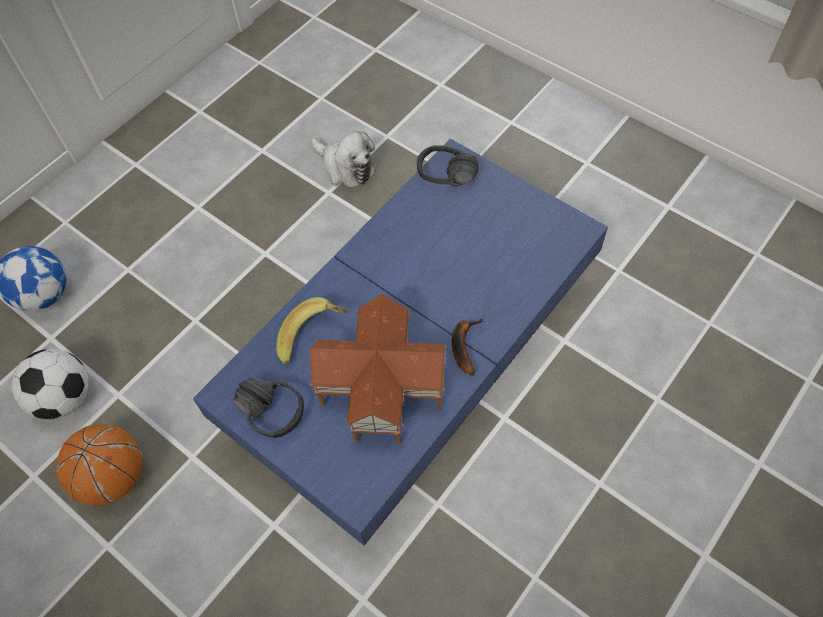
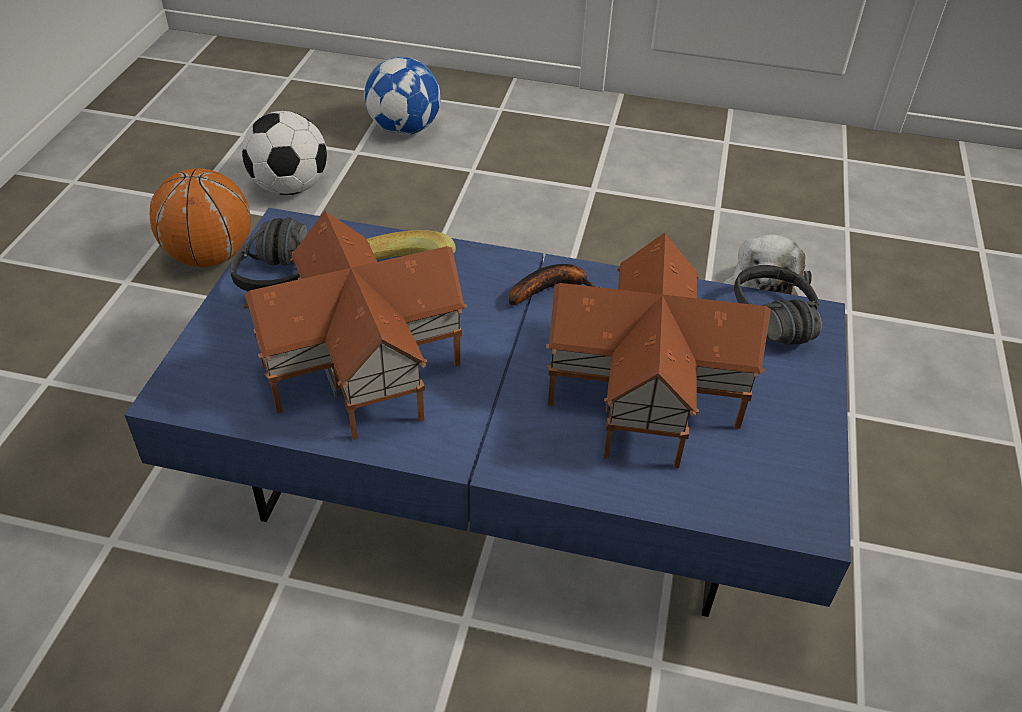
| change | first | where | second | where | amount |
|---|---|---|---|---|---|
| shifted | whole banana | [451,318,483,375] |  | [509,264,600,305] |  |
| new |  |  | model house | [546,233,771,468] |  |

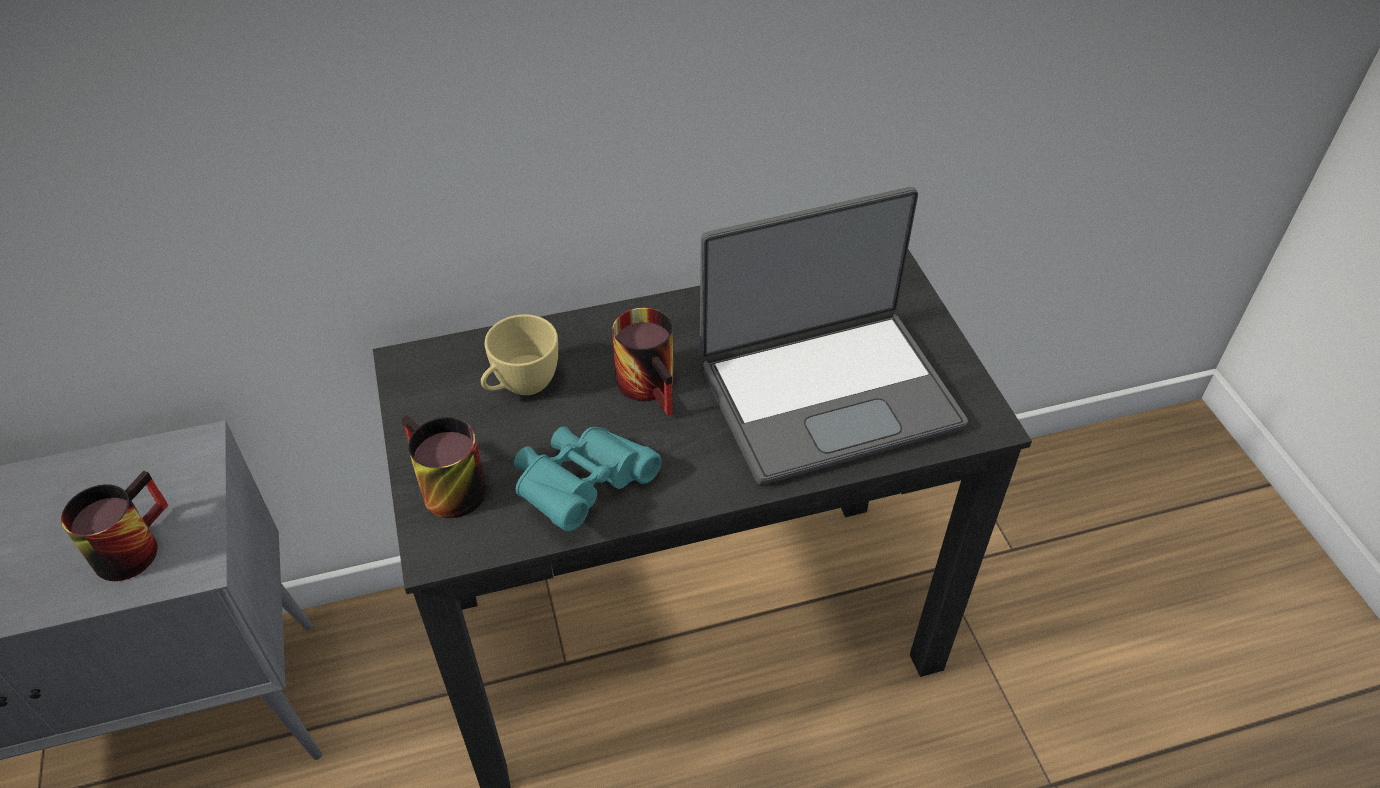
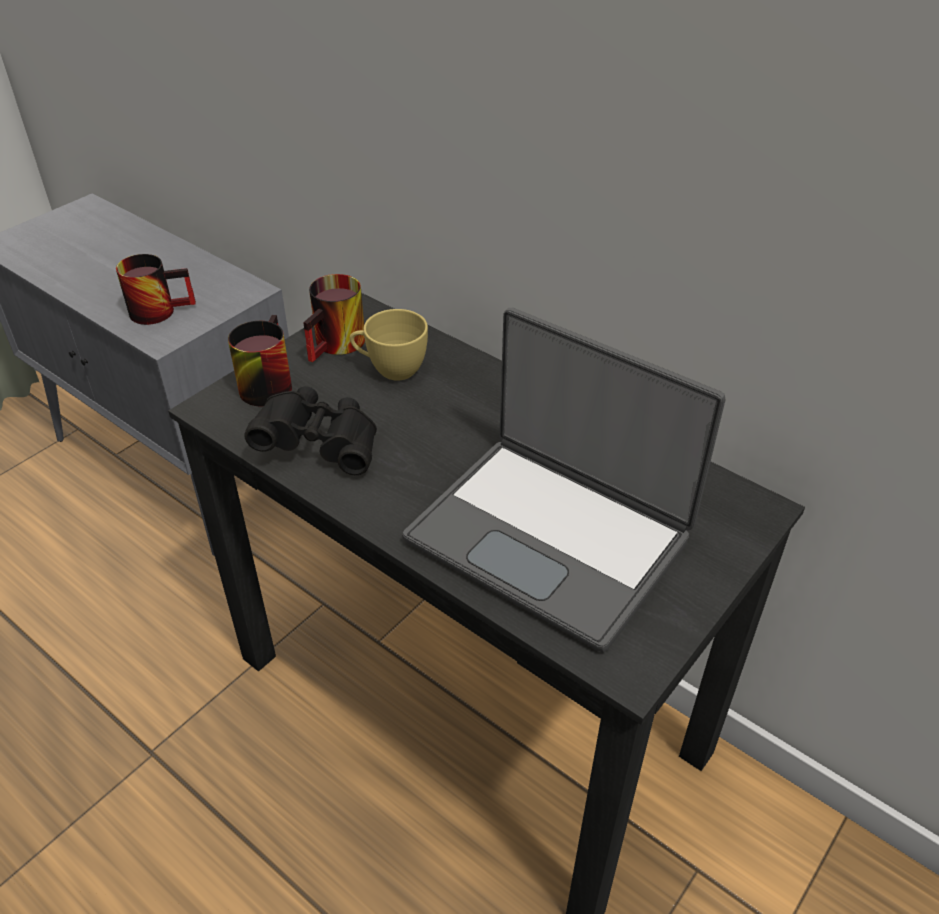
| change | first | where | second | where | amount |
|---|---|---|---|---|---|
| repainted | turquoise pair of binoculars | [514,426,661,531] | blackish pair of binoculars | [244,386,377,475] |  |
| shifted | coffee mug | [612,308,673,416] |  | [303,274,365,362] |  |

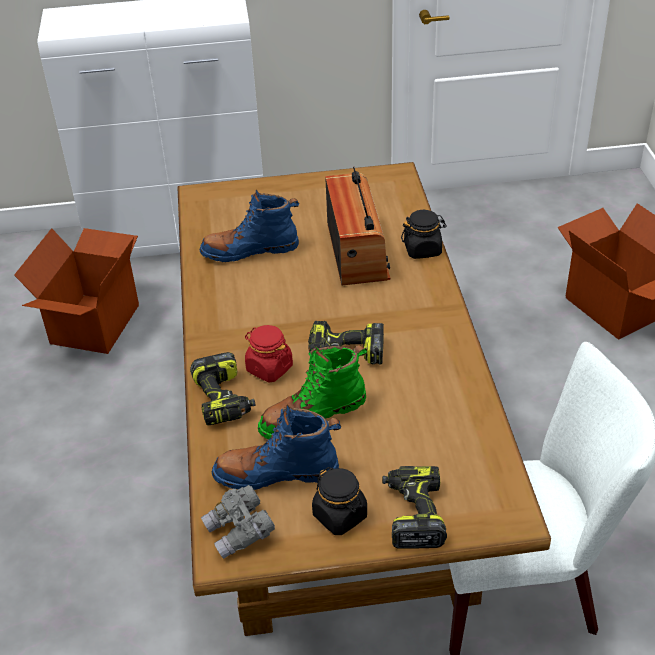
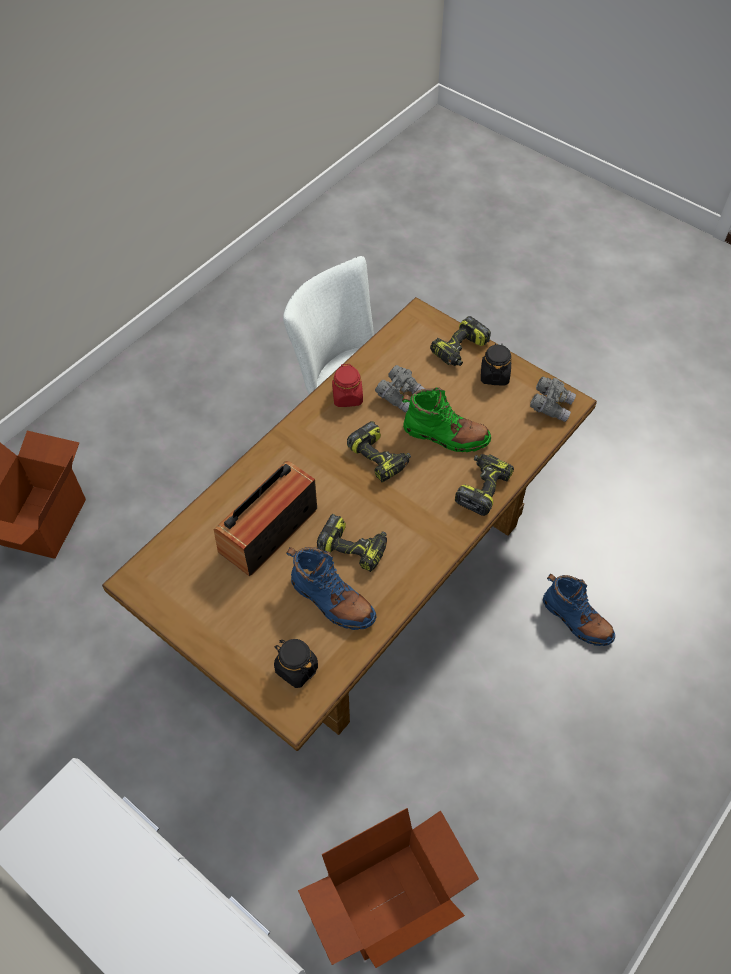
| change | first | where | second | where | amount |
|---|---|---|---|---|---|
| shifted | blue boot | [212,405,341,490] |  | [543,574,615,646] |  |
| shifted | red-coloured storage jar | [245,325,293,382] |  | [332,364,363,407] |  |
| shifted | blackish storage jar | [401,210,447,259] |  | [274,639,318,688] |  |
| new |  |  | power drill | [317,514,387,572] |  |
| new |  |  | gray pair of binoculars | [375,365,425,413] |  |

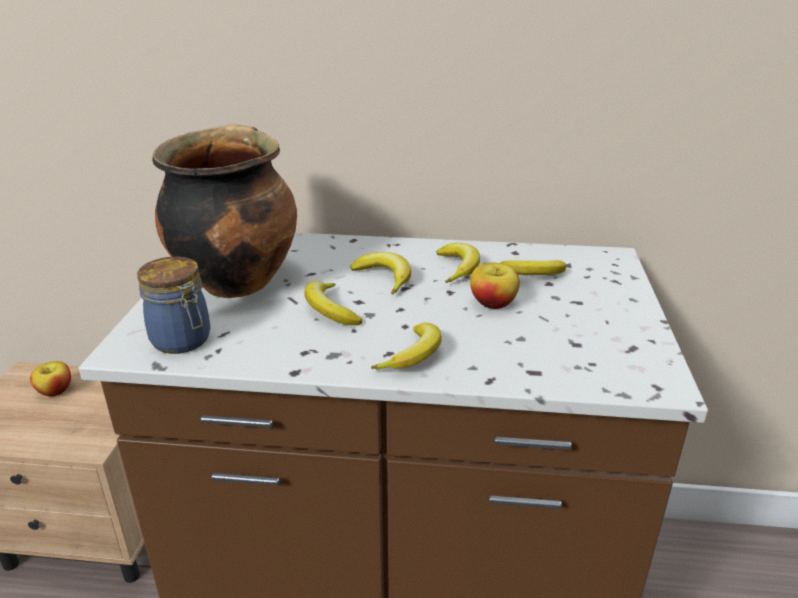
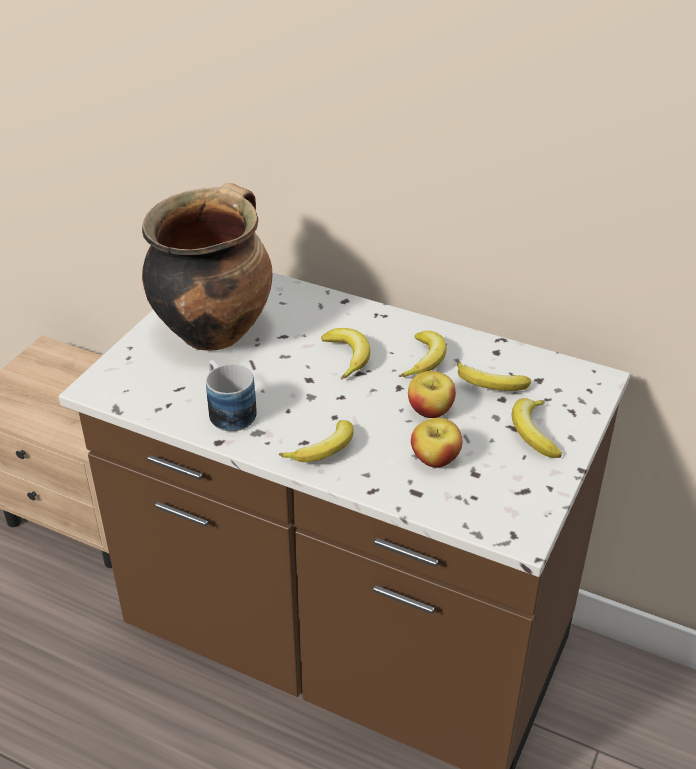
| change | first | where | second | where | amount |
|---|---|---|---|---|---|
| shifted | apple fruit | [30,361,71,397] |  | [411,418,462,468] |  |
| gone | storage jar | [137,257,210,354] |  |  |  |
| shifted | whole banana | [304,281,362,325] |  | [512,398,562,458] |  |
| new |  |  | coffee mug | [206,360,257,431] |  |

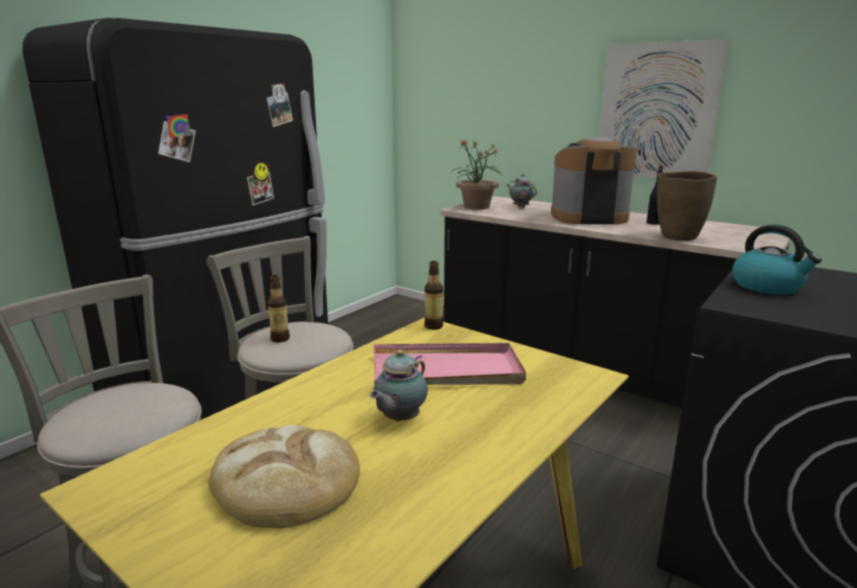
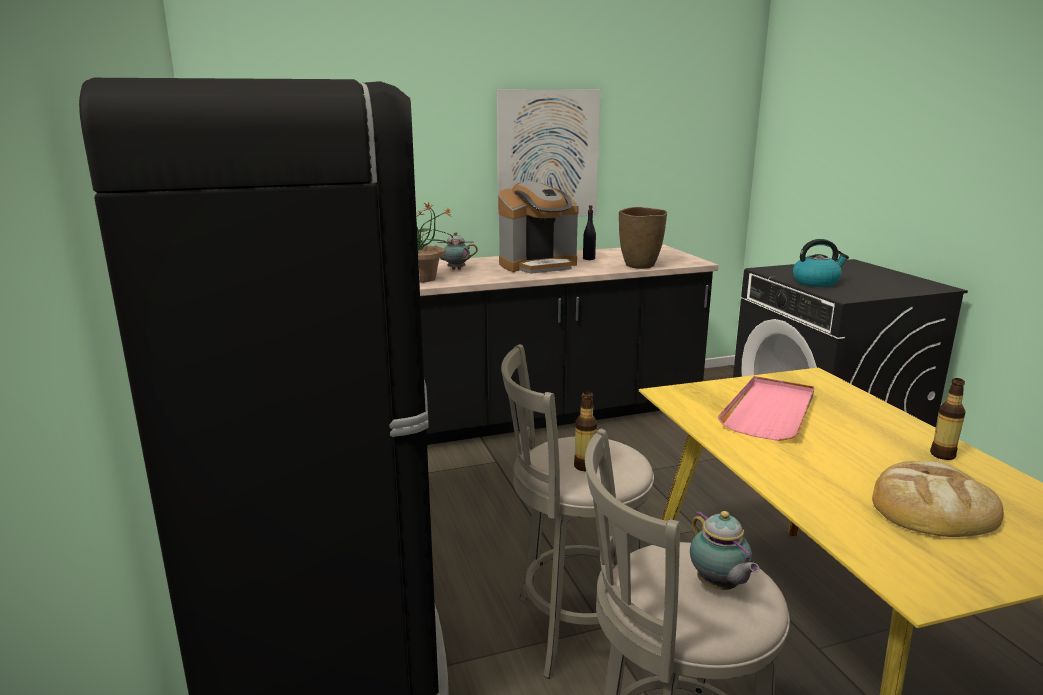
| change | first | where | second | where | amount |
|---|---|---|---|---|---|
| shifted | teapot | [370,350,428,422] |  | [690,511,760,590] |  |
| shifted | drink bottle | [424,261,443,330] |  | [930,378,965,460] |  |
| rotated | coffee machine | [551,137,637,224] |  | [498,181,579,274] | 150 degrees counterclockwise |

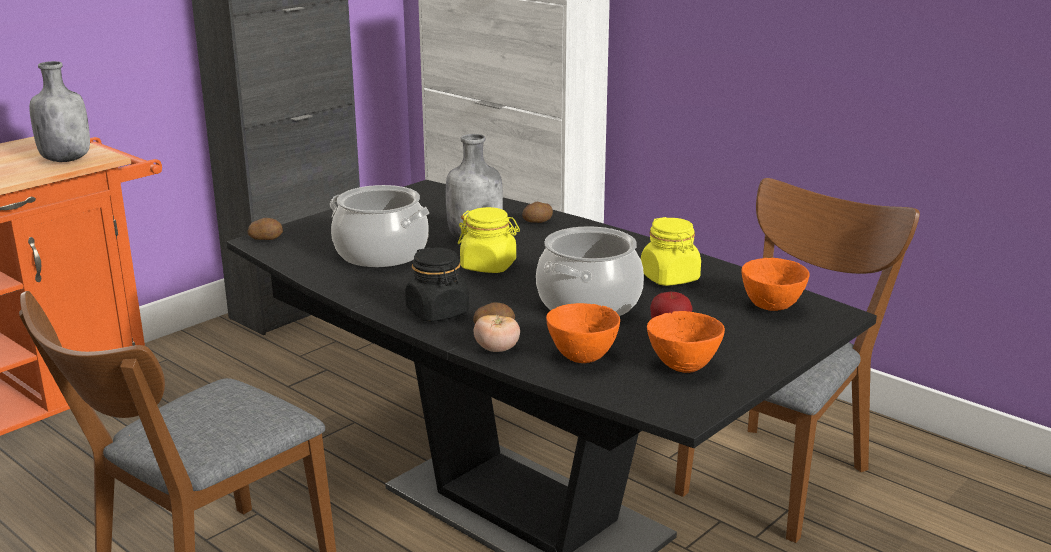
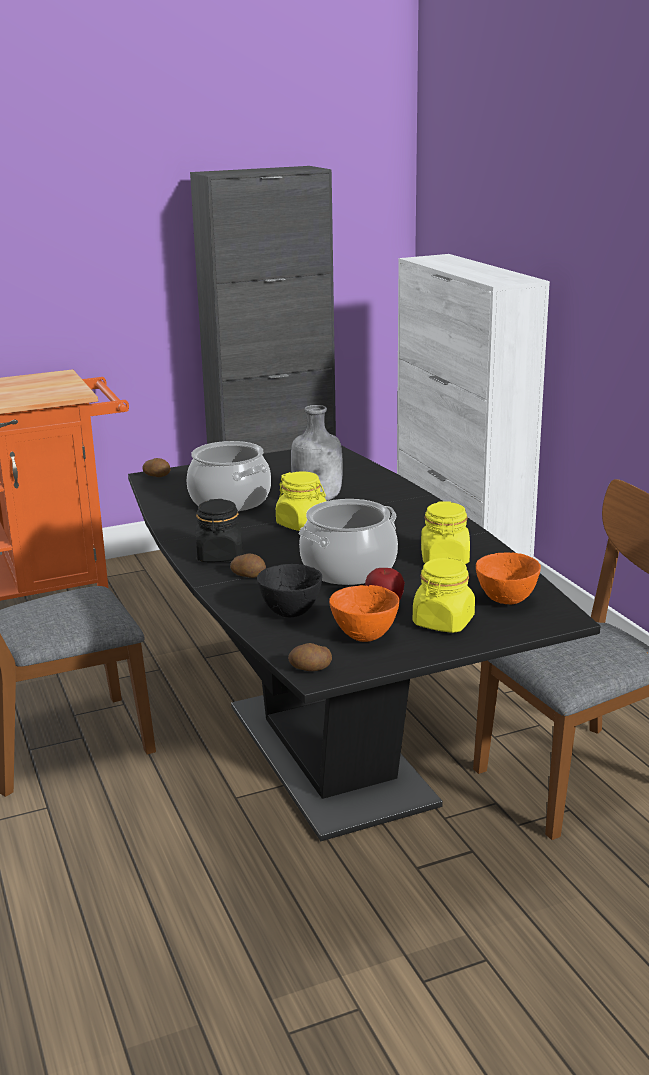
| change | first | where | second | where | amount |
|---|---|---|---|---|---|
| gone | gray drink bottle | [29,61,90,162] |  |  |  |
| gone | tomato | [474,315,520,352] |  |  |  |
| shifted | spud | [522,202,553,223] |  | [288,643,332,671] |  |
| repainted | orange bowl | [546,303,620,363] | blackish bowl | [257,564,322,617] |  |
| new |  |  | yellow-coloured storage jar | [413,557,475,633] |  |

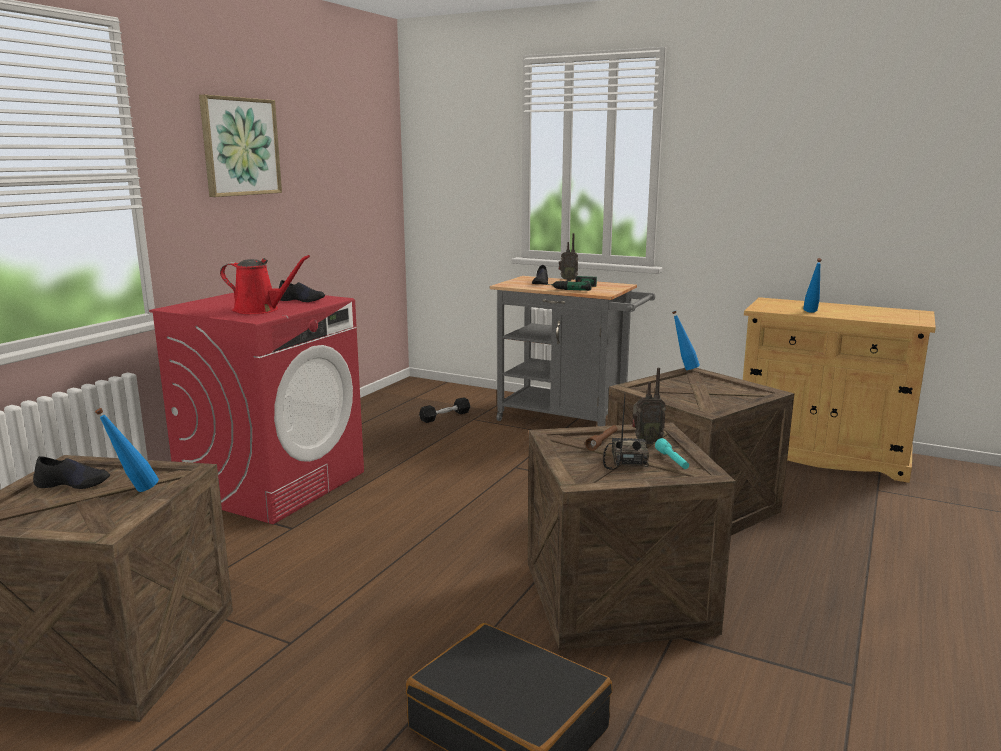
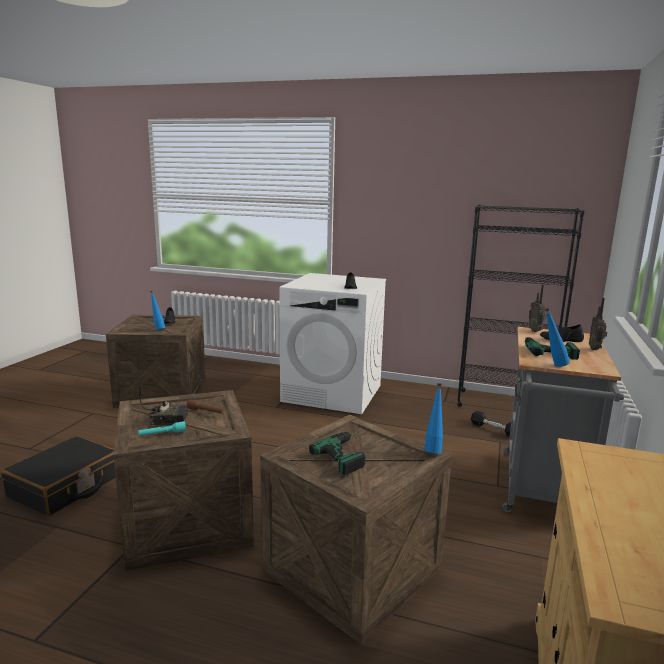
| change | first | where | second | where | amount |
|---|---|---|---|---|---|
| repainted | red-coloured laundry appliance | [149,293,364,524] | white laundry appliance | [279,273,386,414] |  |
| gone | wall art | [199,95,282,197] |  |  |  |
| gone | red-coloured watering can | [220,255,310,314] |  |  |  |
| shifted | radio set | [632,368,666,444] |  | [528,284,546,332] |  |
| shifted | blue drink bottle | [803,258,822,313] |  | [545,308,570,367] |  |
| new |  |  | power drill | [309,432,366,475] |  |
| new |  |  | blackish shelving unit | [457,205,585,407] |  |

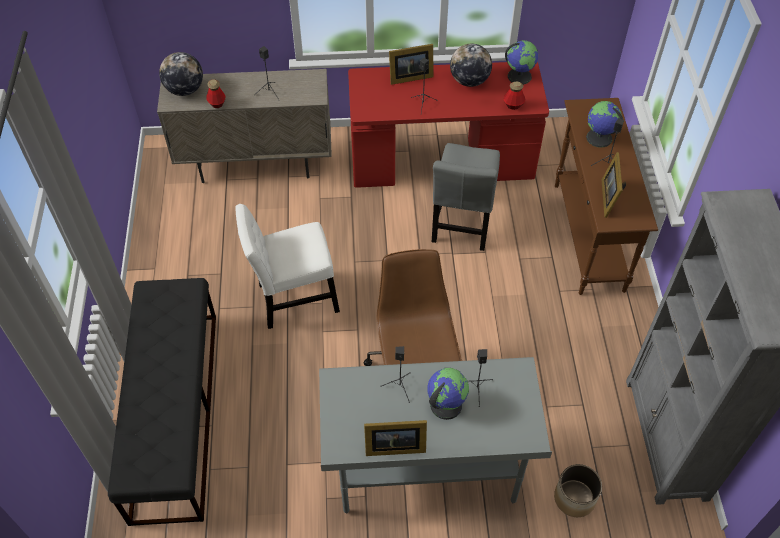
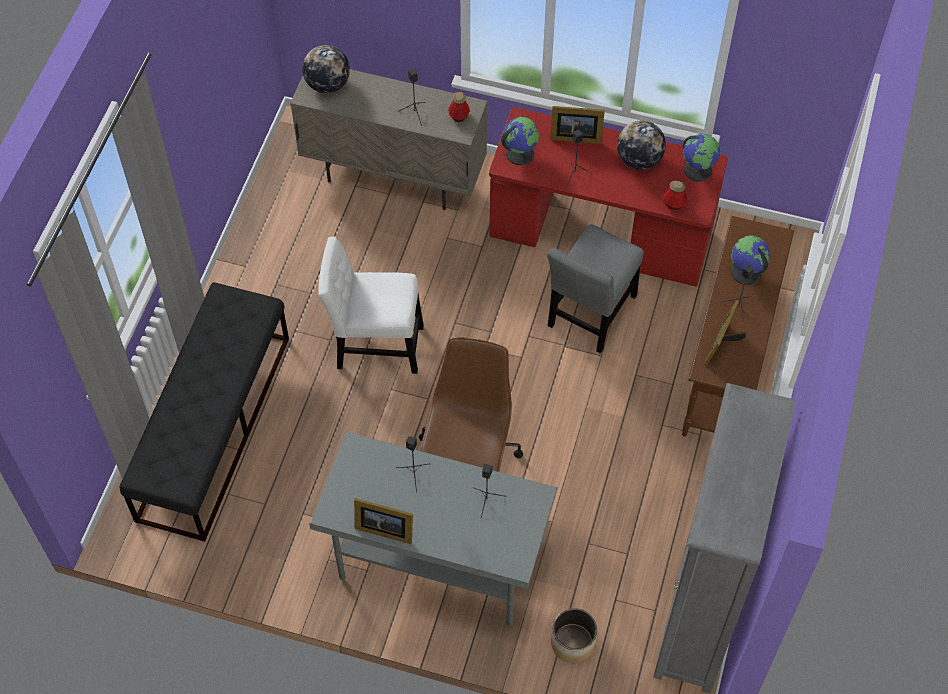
| change | first | where | second | where | amount |
|---|---|---|---|---|---|
| shifted | drink bottle | [206,79,225,108] |  | [448,91,470,122] |  |
| shifted | world globe | [427,368,469,420] |  | [501,117,539,165] |  |

